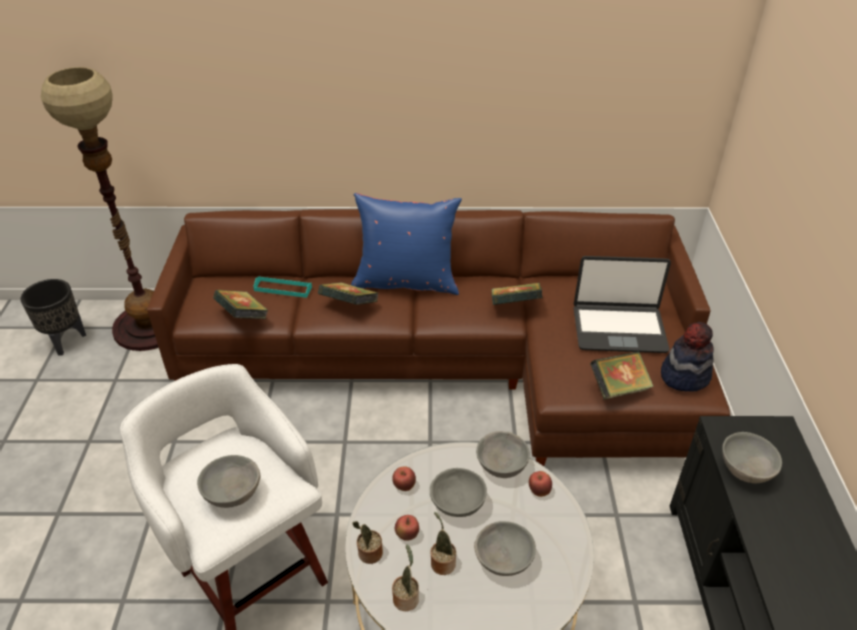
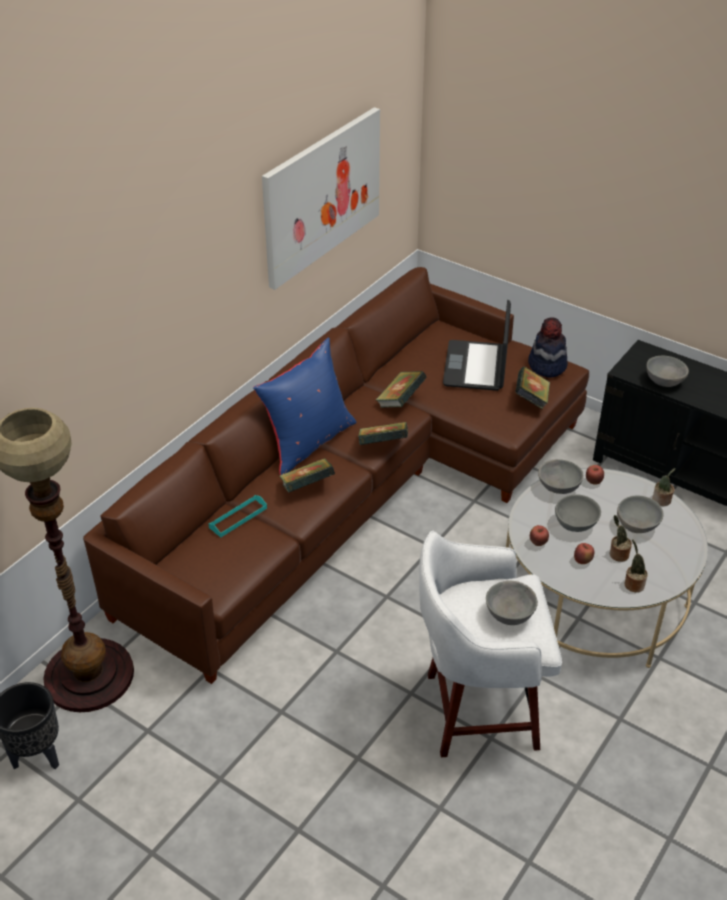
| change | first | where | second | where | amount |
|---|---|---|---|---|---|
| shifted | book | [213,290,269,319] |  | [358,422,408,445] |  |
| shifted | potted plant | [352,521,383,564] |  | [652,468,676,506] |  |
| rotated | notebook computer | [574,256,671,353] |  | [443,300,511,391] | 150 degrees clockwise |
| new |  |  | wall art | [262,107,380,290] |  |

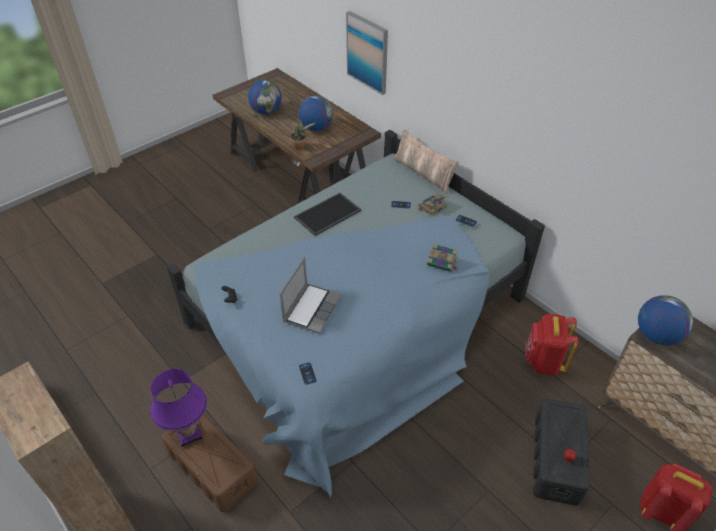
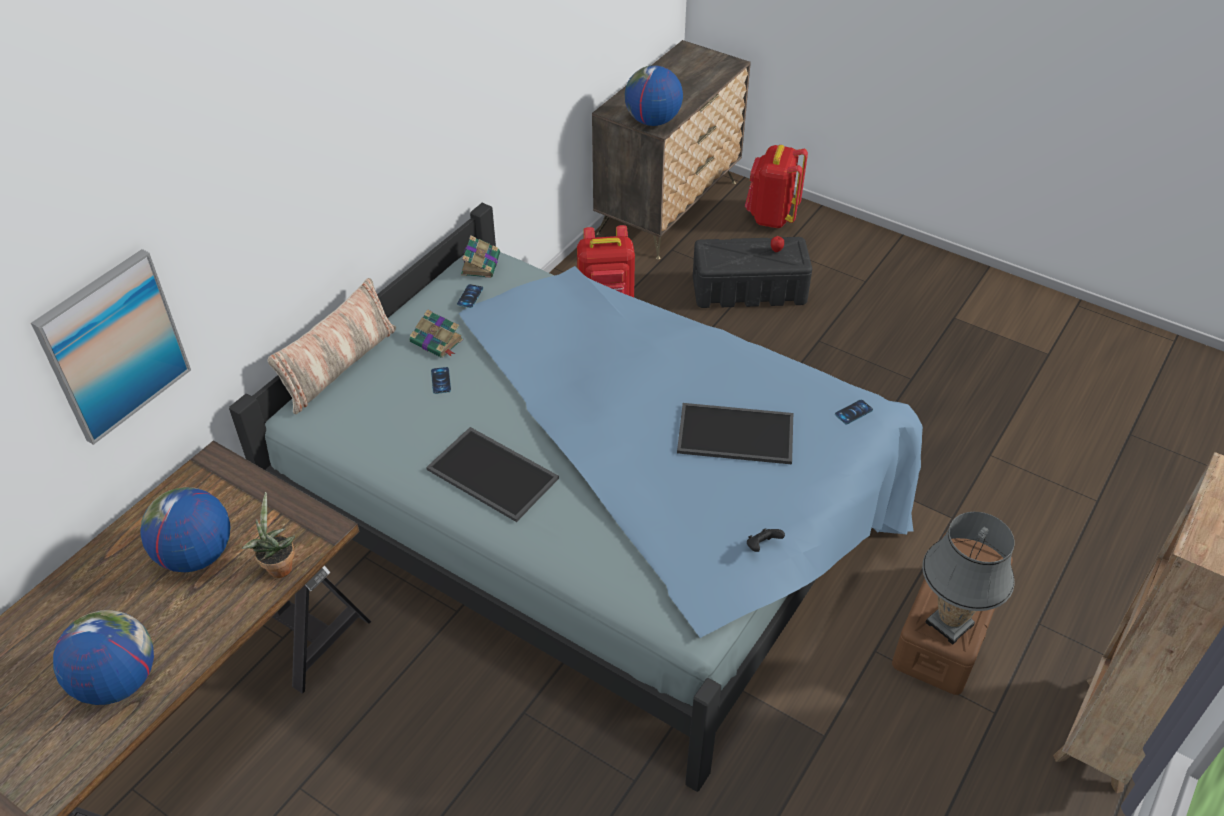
| change | first | where | second | where | amount |
|---|---|---|---|---|---|
| repainted | purplish table lamp | [150,369,207,447] | gray table lamp | [922,512,1015,645] |  |
| swapped | notebook computer | [280,257,342,334] | serving tray | [677,403,793,465] |  |
| shifted | book | [427,244,458,272] |  | [461,235,500,278] |  |

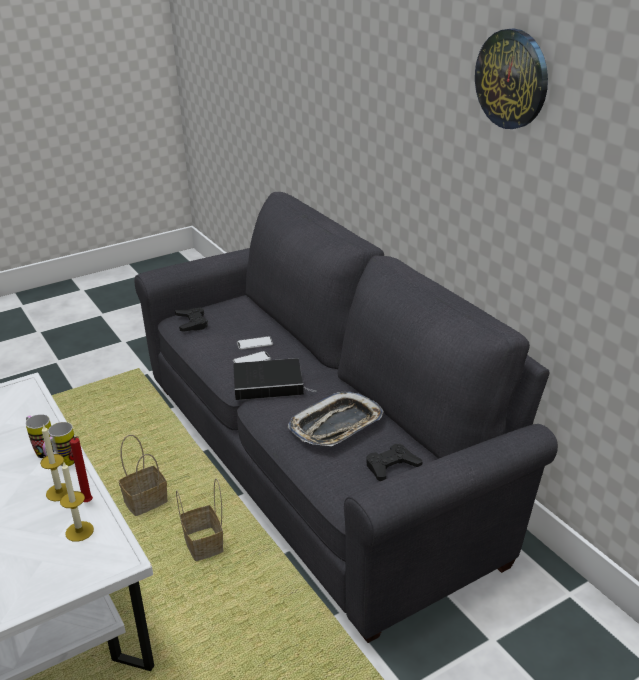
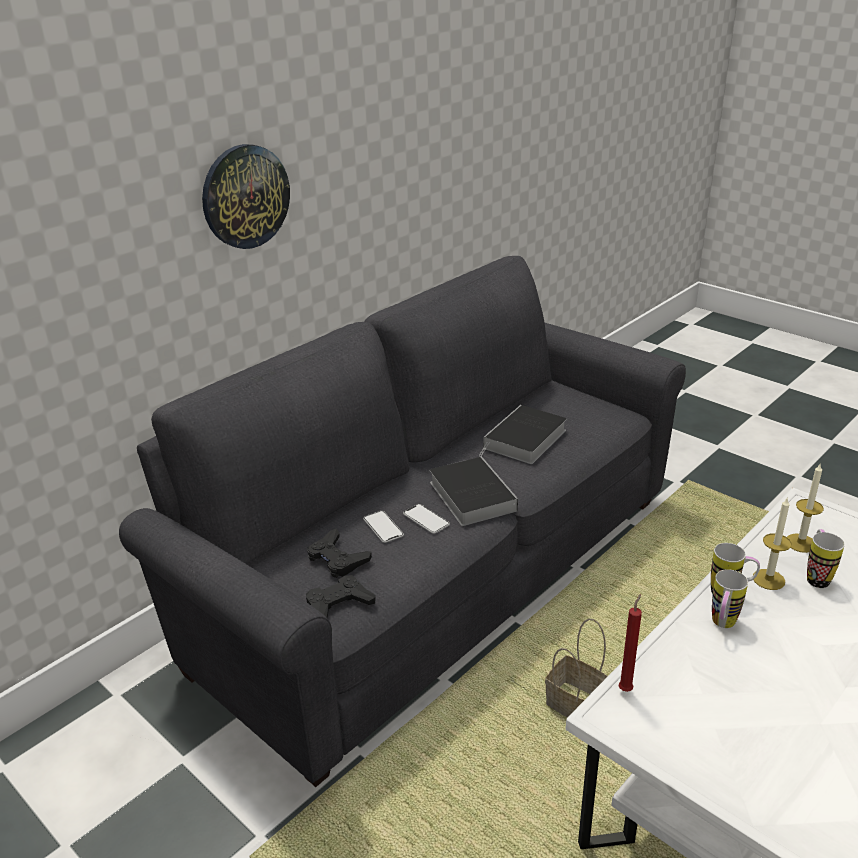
| change | first | where | second | where | amount |
|---|---|---|---|---|---|
| shifted | red-coloured candle | [70,436,93,502] |  | [619,594,642,692] |  |
| gone | basket | [176,478,223,561] |  |  |  |
| swapped | serving tray | [288,392,384,446] | book | [479,405,567,464] |  |
| shifted | blackish game controller | [366,444,422,481] |  | [307,528,372,578] |  |
| shifted | wall clock | [475,28,548,129] |  | [202,144,290,249] |  |
| new |  |  | coffee mug | [807,529,845,588] |  |

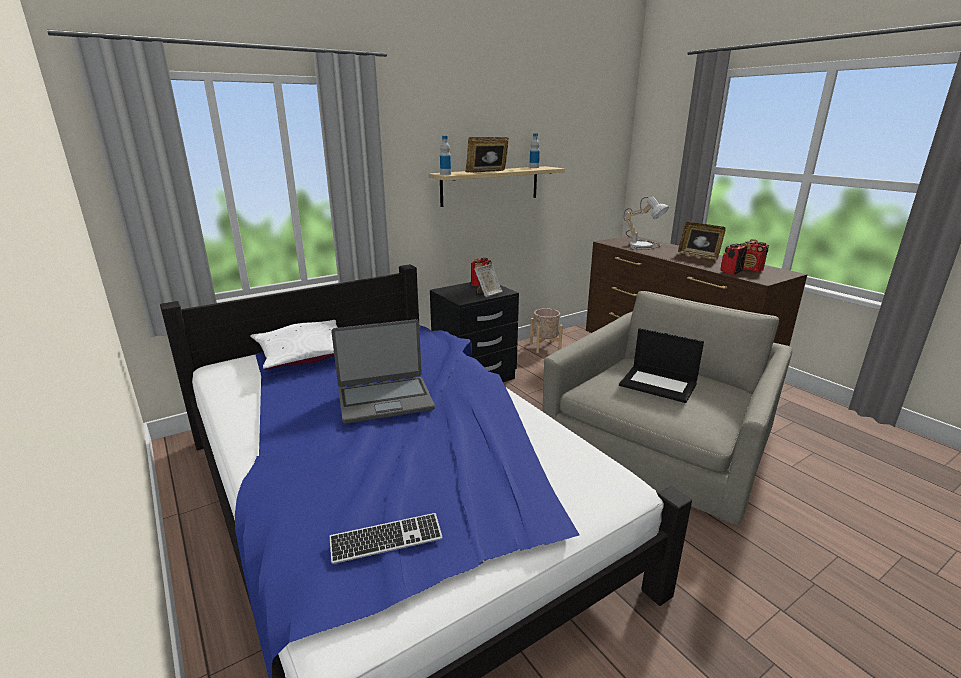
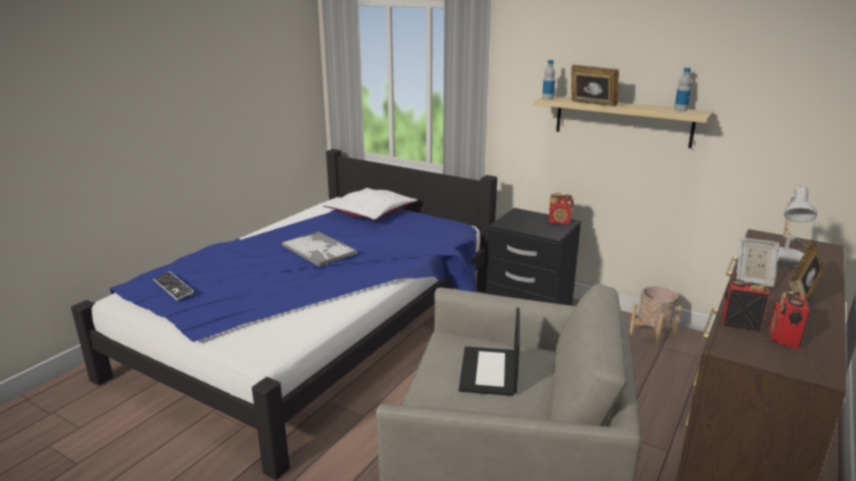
| change | first | where | second | where | amount |
|---|---|---|---|---|---|
| swapped | notebook computer | [331,319,435,424] | serving tray | [281,231,357,266] |  |
| shifted | standing frame | [474,264,502,297] |  | [736,238,780,287] |  |

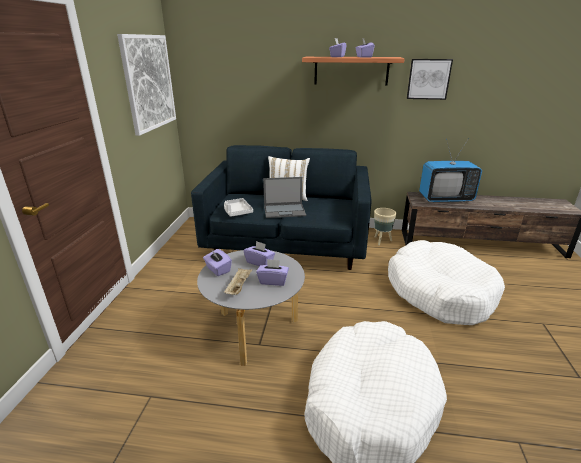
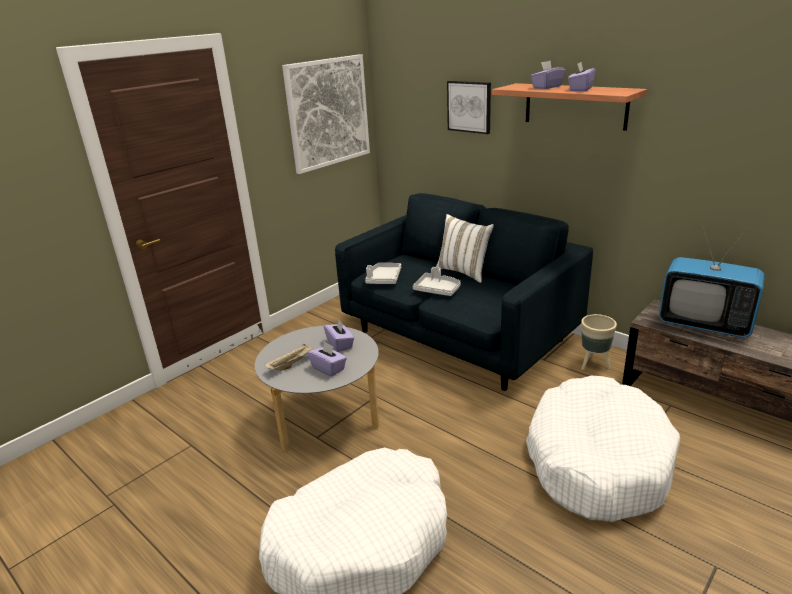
| change | first | where | second | where | amount |
|---|---|---|---|---|---|
| gone | purplish box of tissues | [203,249,232,276] |  |  |  |
| swapped | notebook computer | [263,177,306,218] | gray serving tray | [413,267,461,296] |  |
| shifted | wall art | [407,59,453,100] |  | [447,81,491,134] |  |

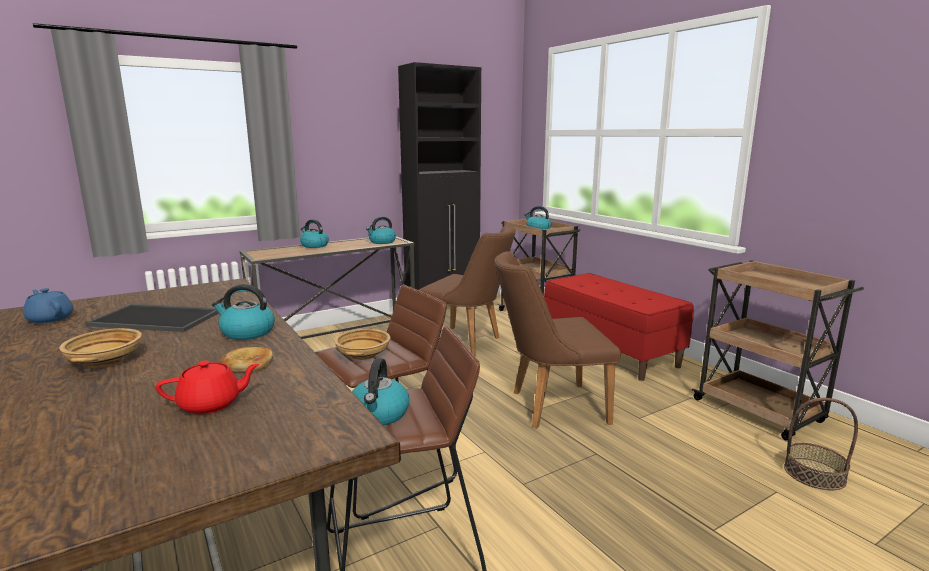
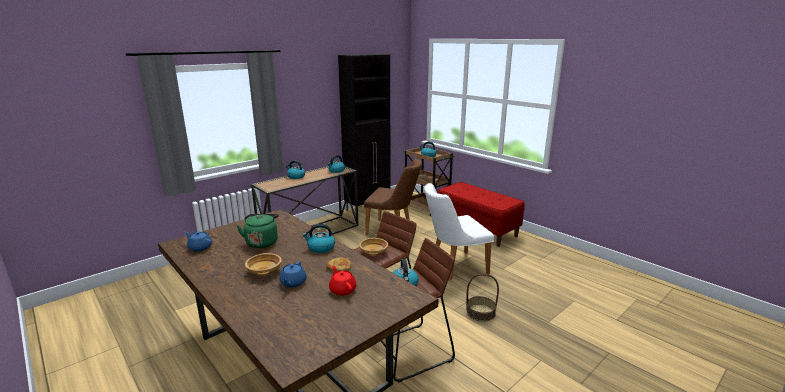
| change | first | where | second | where | amount |
|---|---|---|---|---|---|
| swapped | serving tray | [85,304,219,332] | greenish kettle | [237,214,279,248] |  |
| rotated | red-coloured teapot | [156,360,259,414] |  | [329,265,356,295] | 90 degrees counterclockwise |
| repainted | brown-coloured chair | [494,251,620,429] | white chair | [424,183,494,280] |  |
| gone | brown-coloured cart | [691,260,864,441] |  |  |  |
| shifted | basket | [784,398,858,491] |  | [466,274,499,322] |  |
| new |  |  | blue teapot | [279,261,307,288] |  |

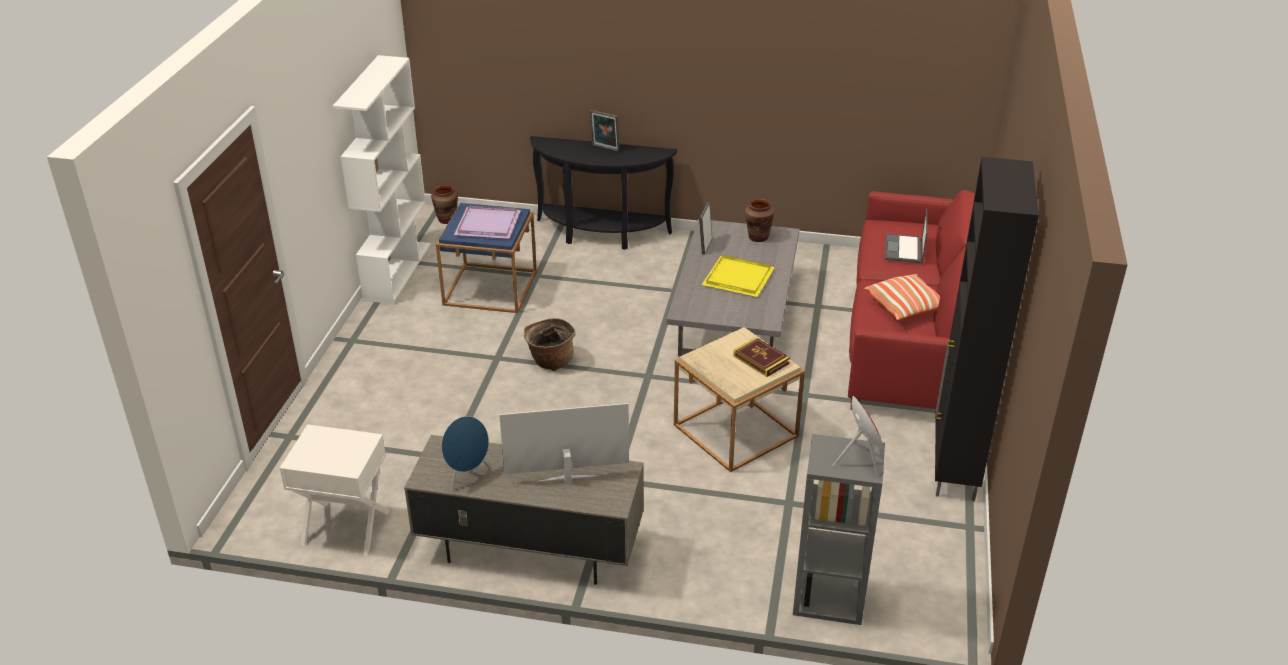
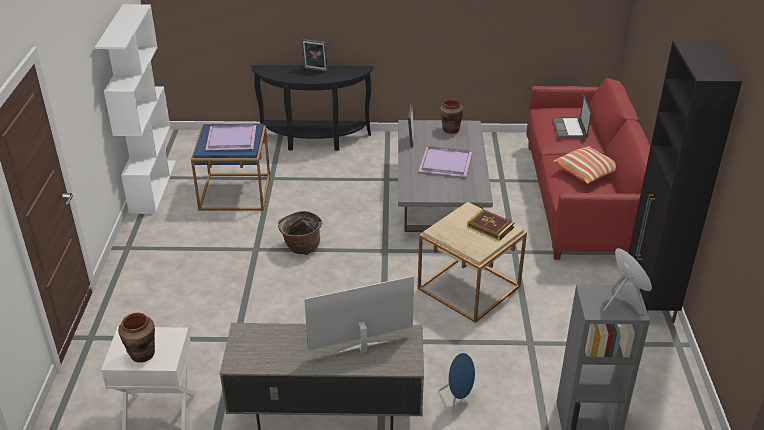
| change | first | where | second | where | amount |
|---|---|---|---|---|---|
| shifted | brown-coloured decorative vase | [431,185,458,224] |  | [118,313,155,363] |  |
| shifted | blue loudspeaker | [441,416,490,491] |  | [438,353,475,415] |  |
| repainted | yellow-coloured serving tray | [702,255,775,297] | purplish serving tray | [418,146,472,177] |  |

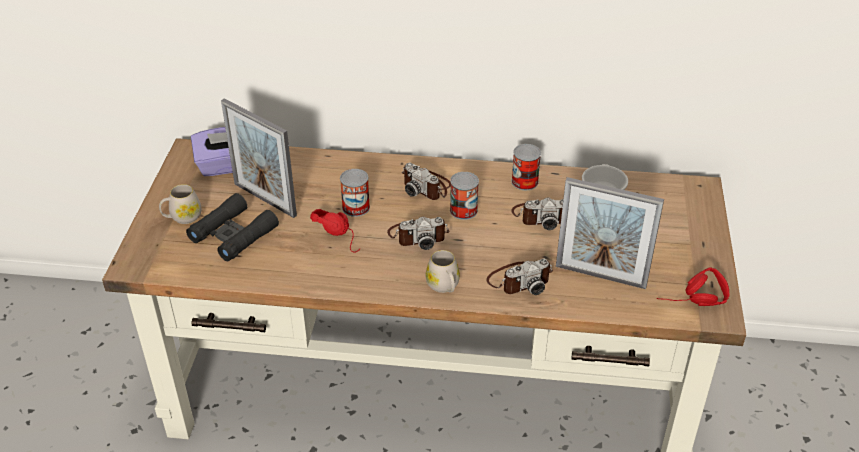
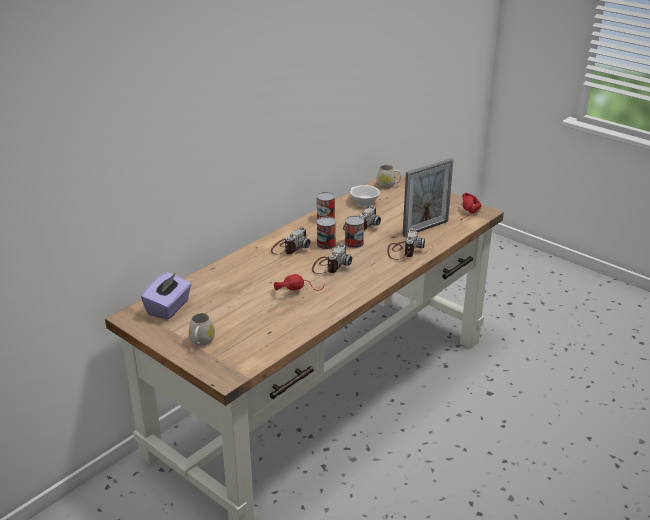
| change | first | where | second | where | amount |
|---|---|---|---|---|---|
| gone | blackish pair of binoculars | [186,193,279,261] |  |  |  |
| gone | standing frame | [221,98,297,218] |  |  |  |
| shifted | metal can | [340,169,370,217] |  | [345,216,364,248] |  |
| rotated | still camera | [402,163,451,200] |  | [271,227,310,254] | 45 degrees counterclockwise |
| shifted | white coffee mug | [426,250,460,293] |  | [376,165,401,188] |  |

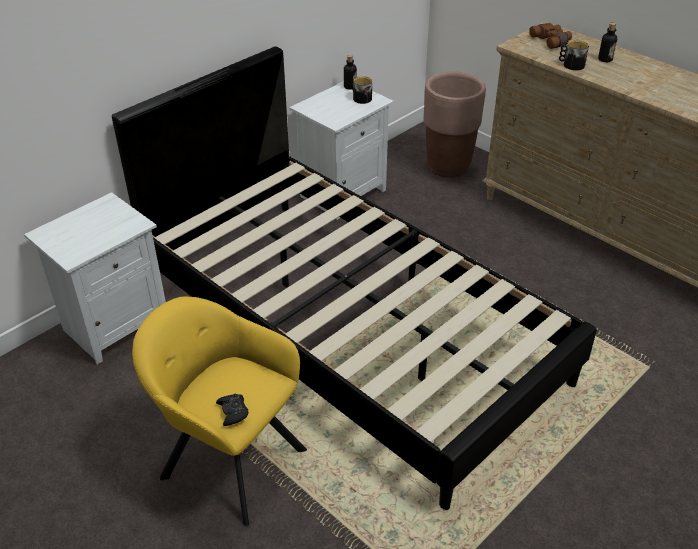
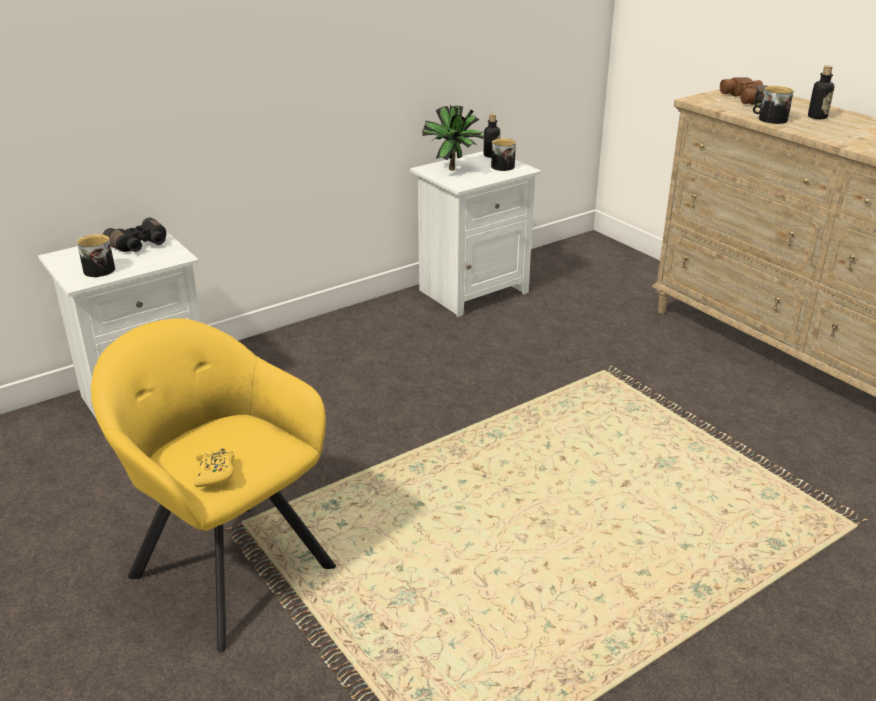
| change | first | where | second | where | amount |
|---|---|---|---|---|---|
| gone | blackish sleeping bed | [112,46,597,510] |  |  |  |
| repainted | blackish game controller | [216,393,249,426] | yellow-coloured game controller | [194,447,234,487] |  |
| gone | brown-coloured flower pot | [424,72,486,178] |  |  |  |
| new |  |  | coffee mug | [77,234,115,277] |  |
| new |  |  | blackish pair of binoculars | [103,218,166,252] |  |
| new |  |  | potted plant | [422,105,485,171] |  |

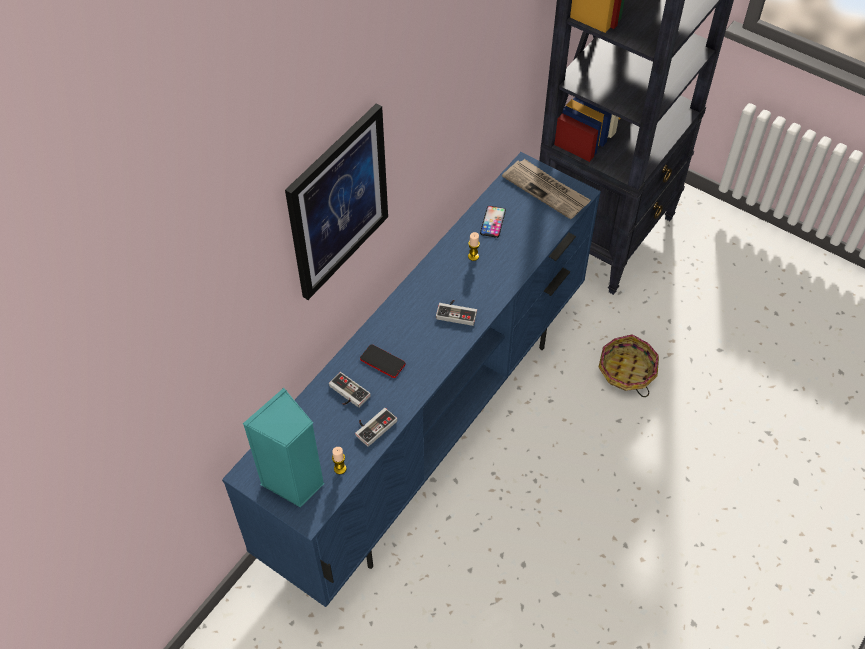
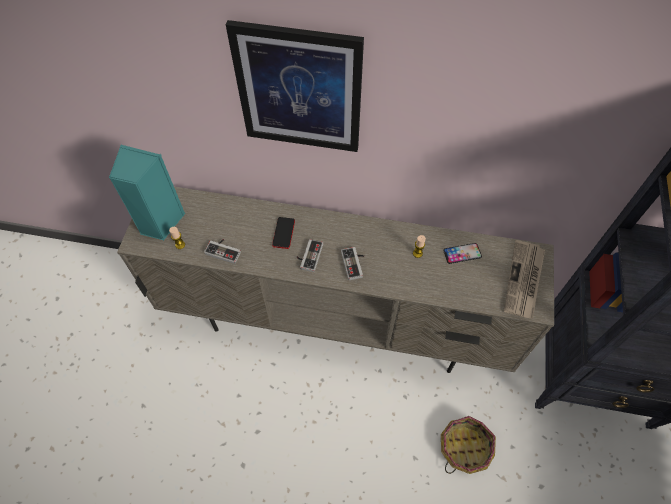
| change | first | where | second | where | amount |
|---|---|---|---|---|---|
| repainted | blue tv unit | [222,152,601,607] | beige tv unit | [117,187,554,373] |  |
| shifted | game controller | [329,372,371,408] |  | [297,239,323,272] |  |

